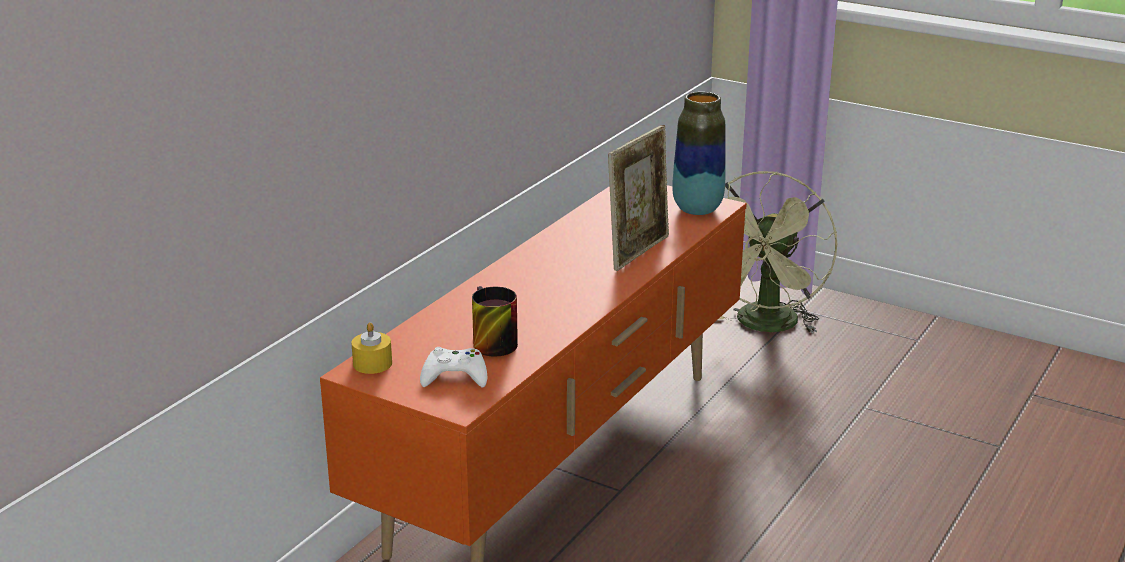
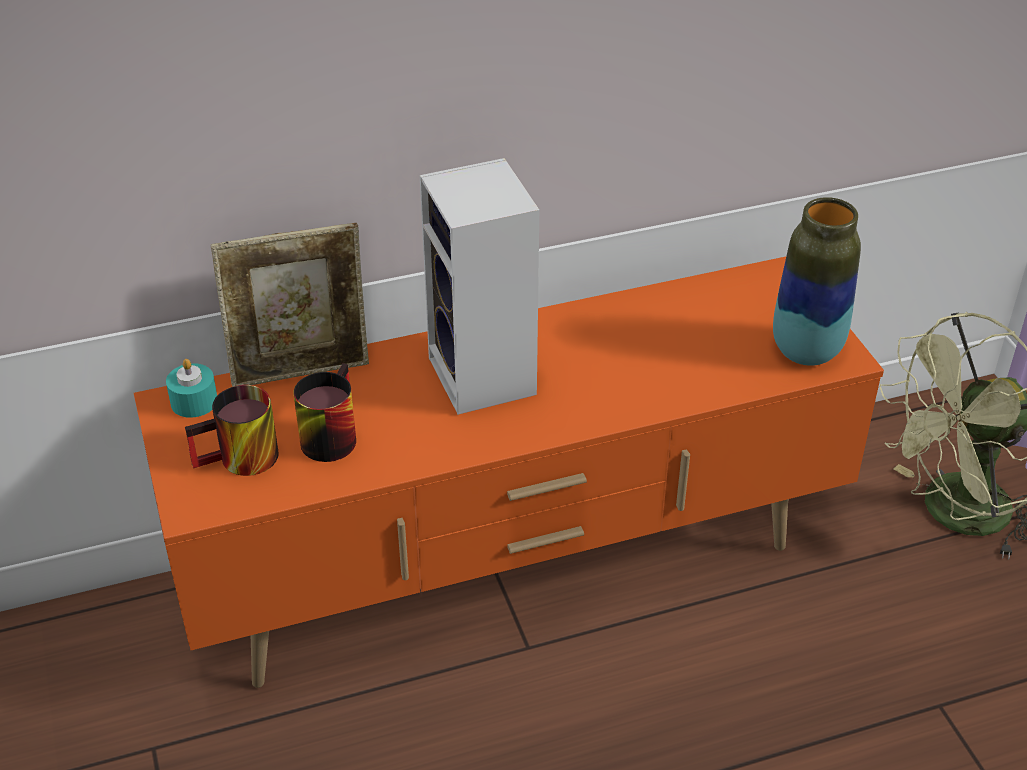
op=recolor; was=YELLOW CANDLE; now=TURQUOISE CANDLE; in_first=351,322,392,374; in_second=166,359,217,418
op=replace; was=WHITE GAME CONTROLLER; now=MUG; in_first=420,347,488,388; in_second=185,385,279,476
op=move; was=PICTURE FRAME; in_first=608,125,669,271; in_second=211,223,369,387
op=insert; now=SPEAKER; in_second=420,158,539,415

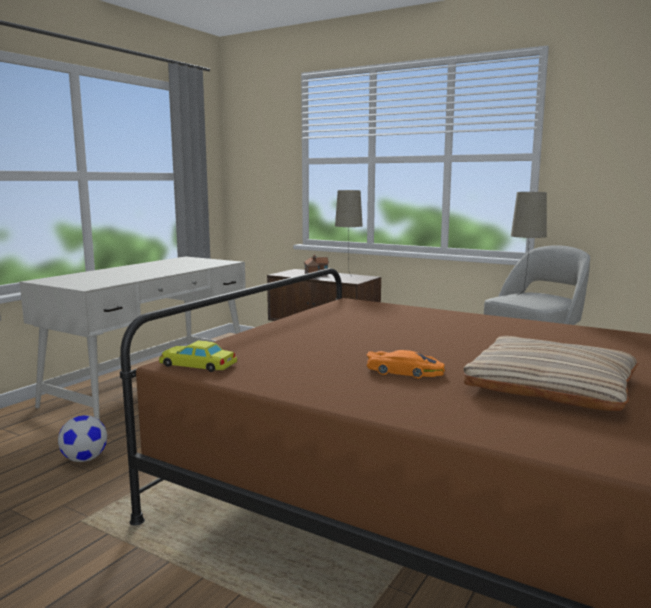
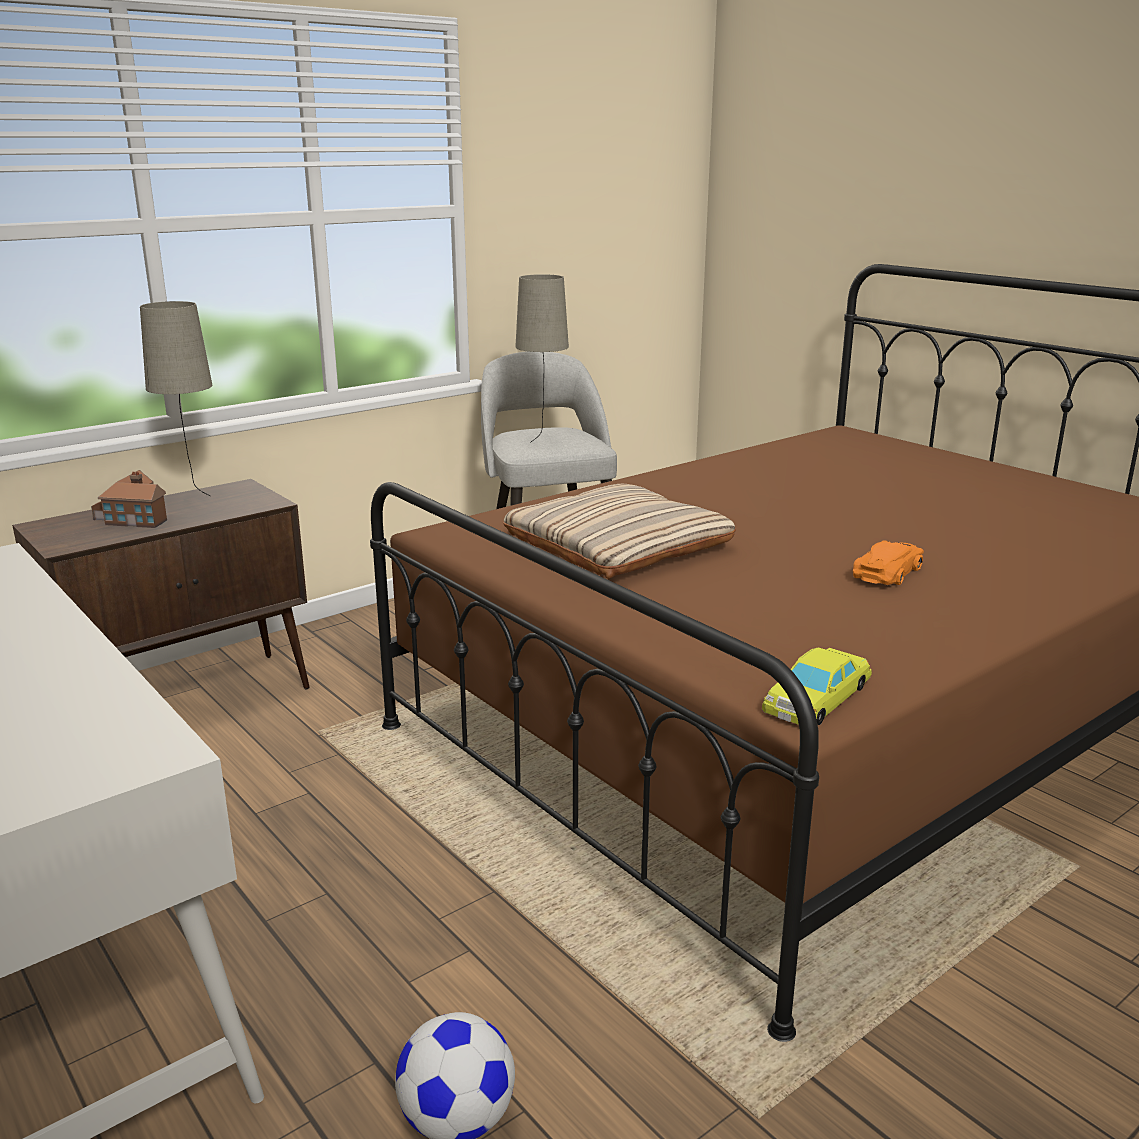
op=move; was=BEIGE PILLOW; in_first=464,336,638,411; in_second=503,484,736,579

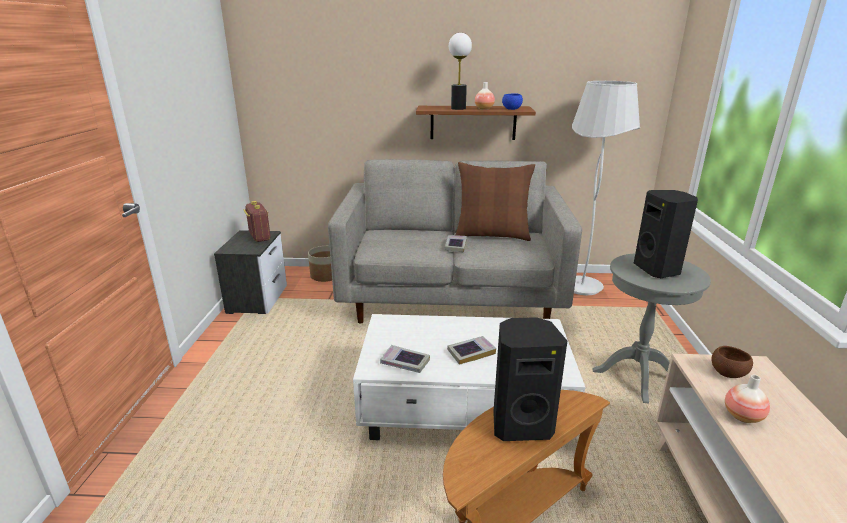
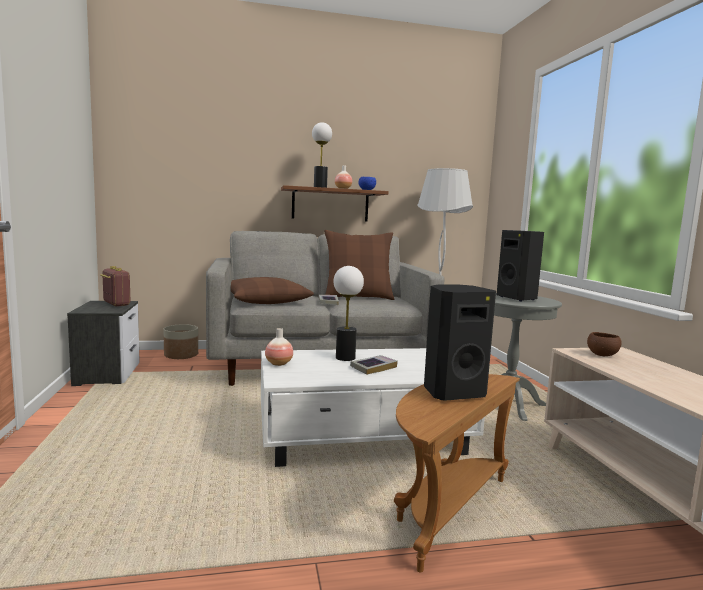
op=delete; was=BOOK; in_first=380,345,430,373
op=move; was=VASE; in_first=725,375,770,423; in_second=265,328,293,366
op=insert; now=BROWN PILLOW; in_second=231,277,314,304
op=insert; now=TABLE LAMP; in_second=334,266,364,361

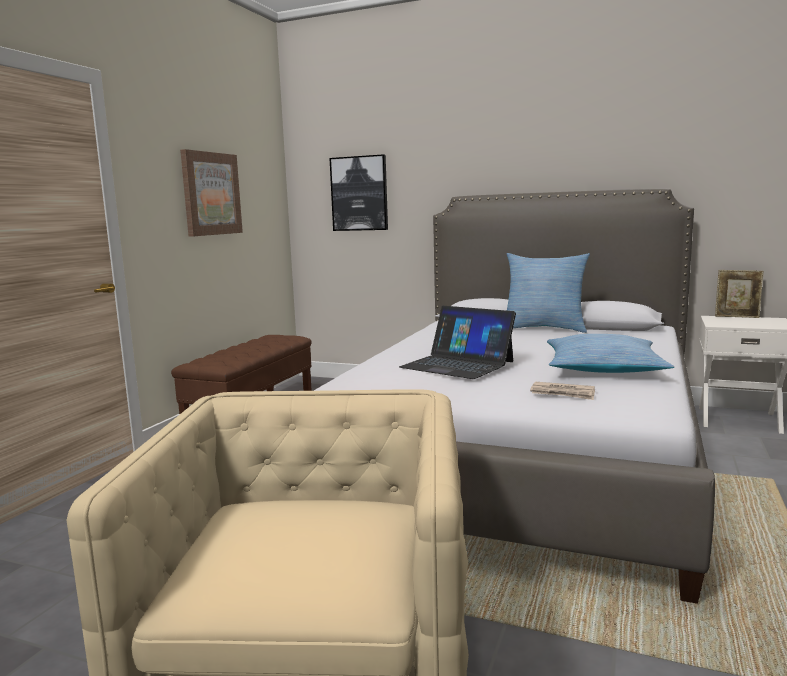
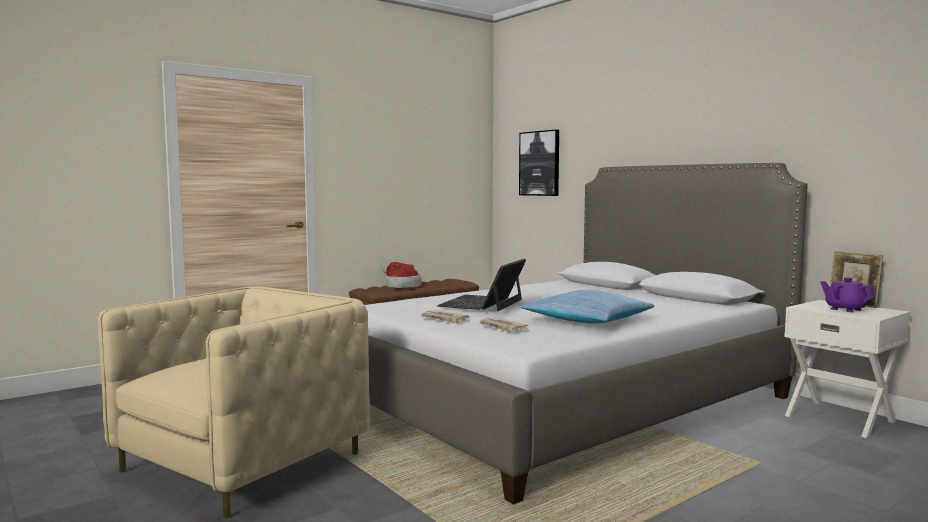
op=delete; was=PICTURE; in_first=180,149,243,237
op=rotate; was=LAPTOP; in_first=399,306,516,379; in_second=437,259,526,311; clockwise=45
op=delete; was=PILLOW; in_first=507,253,590,333
op=insert; now=HAT; in_second=383,262,422,288
op=insert; now=NEWSPAPER; in_second=421,310,469,324
op=insert; now=PURPLE TEAPOT; in_second=820,278,875,312

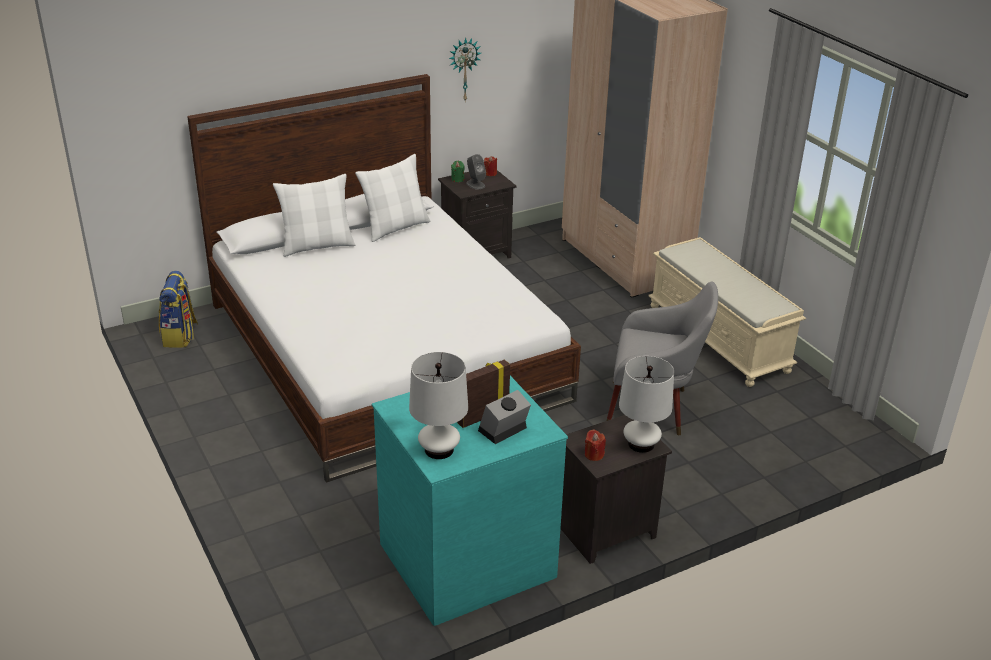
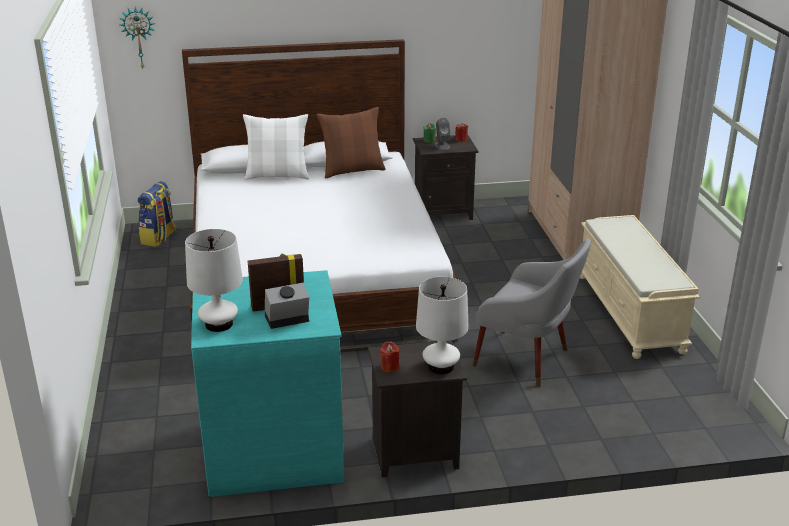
op=recolor; was=WHITE PILLOW; now=BROWN PILLOW; in_first=355,154,431,242; in_second=317,107,386,178
op=move; was=WALL CLOCK; in_first=449,37,481,101; in_second=119,7,155,69

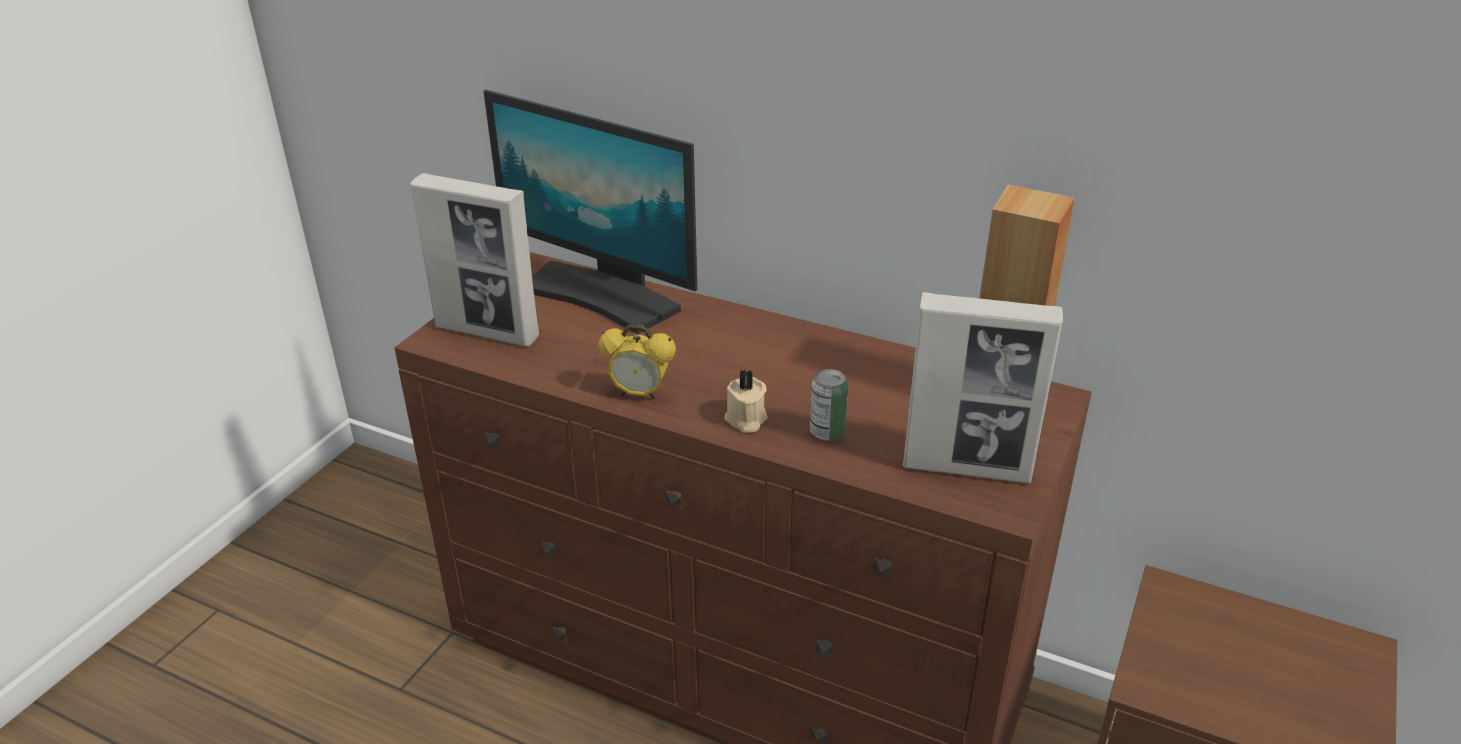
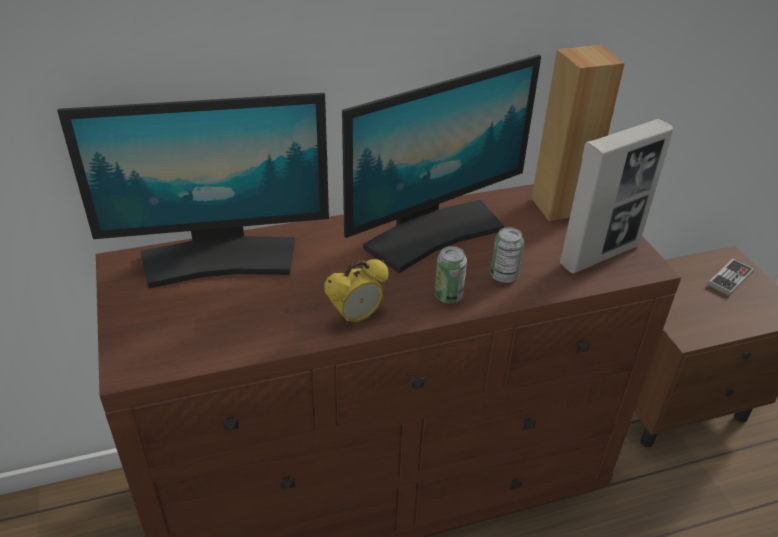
op=delete; was=PICTURE FRAME; in_first=410,173,539,347
op=replace; was=BEIGE CANDLE; now=CAN; in_first=724,370,768,433; in_second=434,246,467,303
op=insert; now=MONITOR; in_second=342,55,541,273
op=insert; now=GAME CONTROLLER; in_second=708,259,754,296

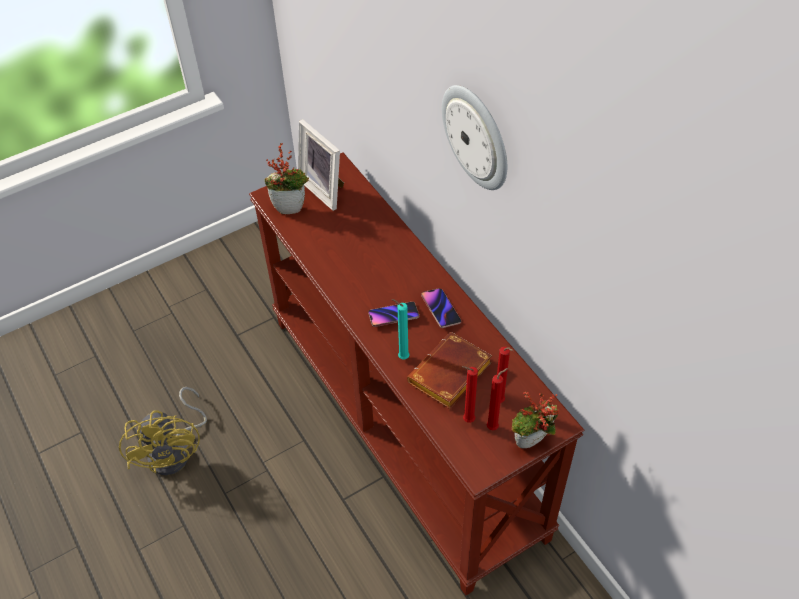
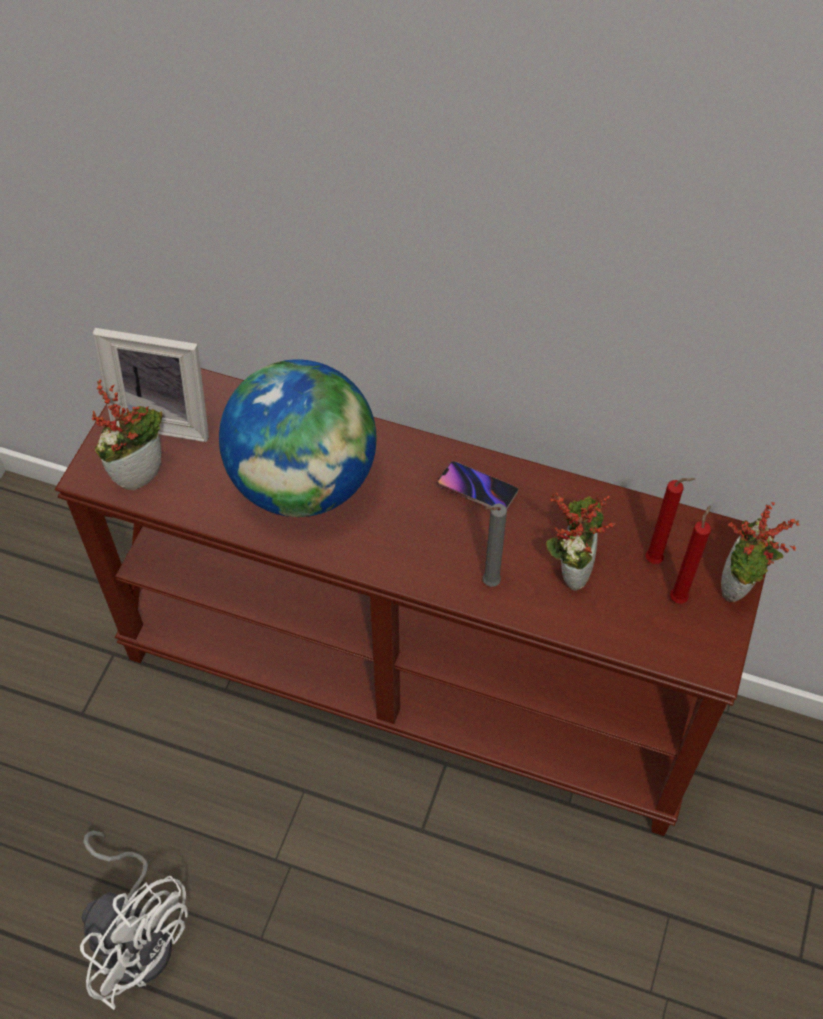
op=recolor; was=YELLOW FAN; now=WHITE FAN; in_first=119,387,207,476; in_second=80,830,188,1010
op=delete; was=PHONE; in_first=368,302,419,327
op=recolor; was=TURQUOISE CANDLE; now=GREY CANDLE; in_first=392,299,410,359; in_second=483,504,507,587
op=replace; was=BROWN BOOK; now=POTTED PLANT; in_first=407,332,492,409; in_second=546,493,615,591
op=delete; was=WALL CLOCK; in_first=442,85,507,190
op=delete; was=RED CANDLE; in_first=462,366,478,423
op=insert; now=GLOBE; in_second=219,359,377,517

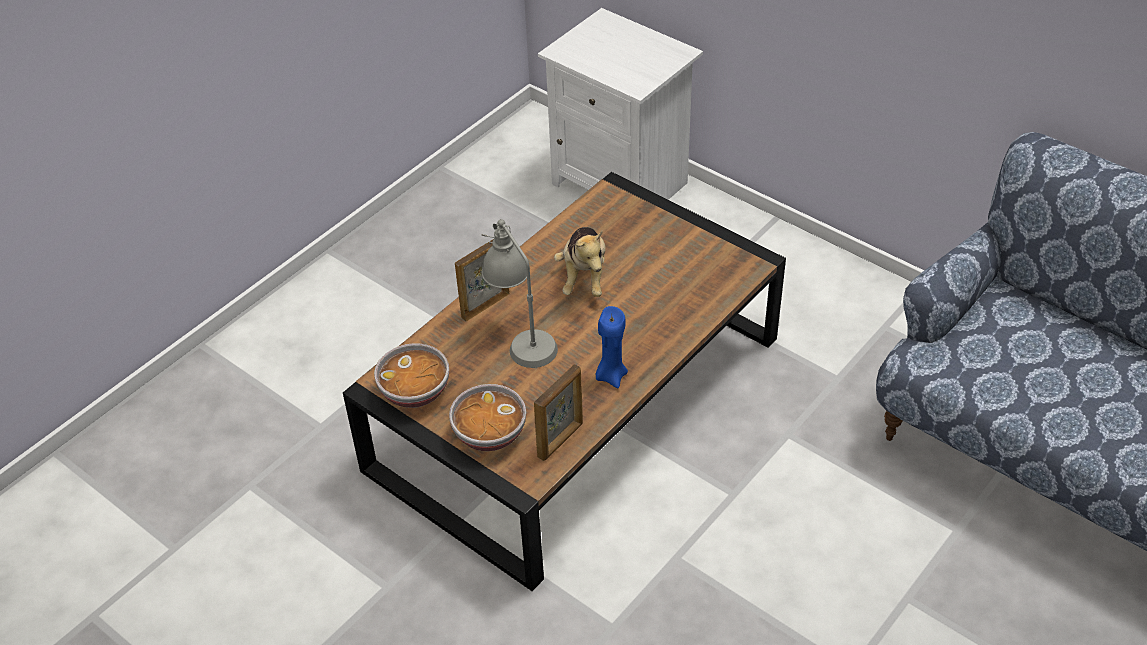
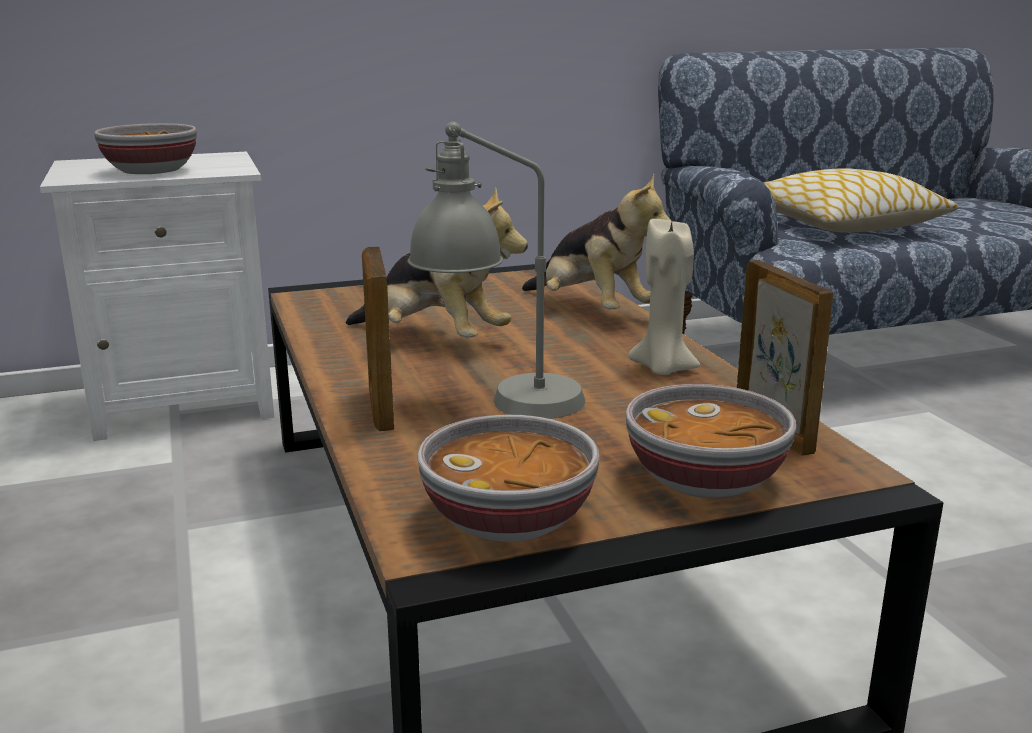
op=recolor; was=BLUE CANDLE; now=BEIGE CANDLE; in_first=595,306,628,388; in_second=628,219,701,375
op=insert; now=BOWL; in_second=94,123,197,174
op=insert; now=PLUSH TOY; in_second=522,173,672,309
op=insert; now=PILLOW; in_second=764,168,959,233

